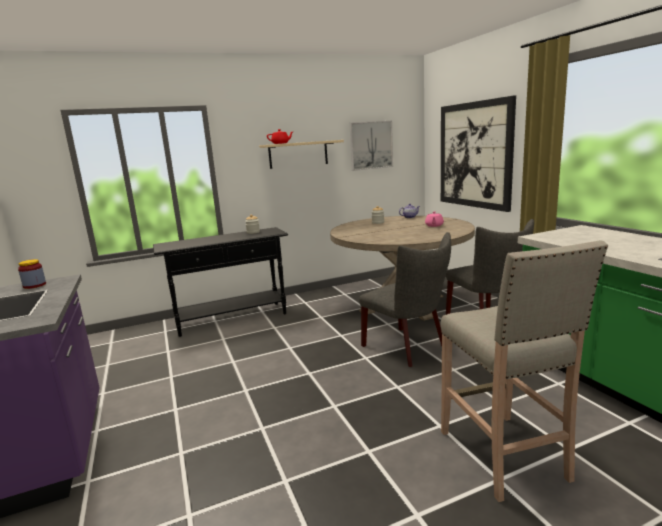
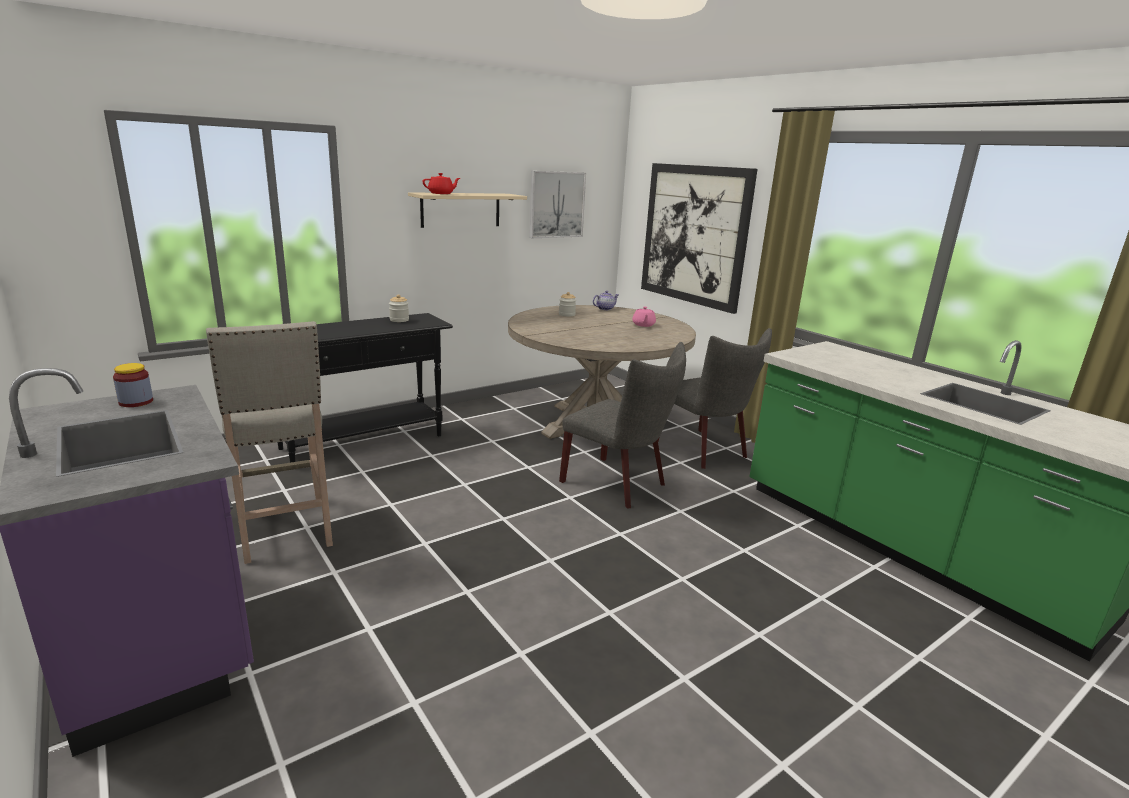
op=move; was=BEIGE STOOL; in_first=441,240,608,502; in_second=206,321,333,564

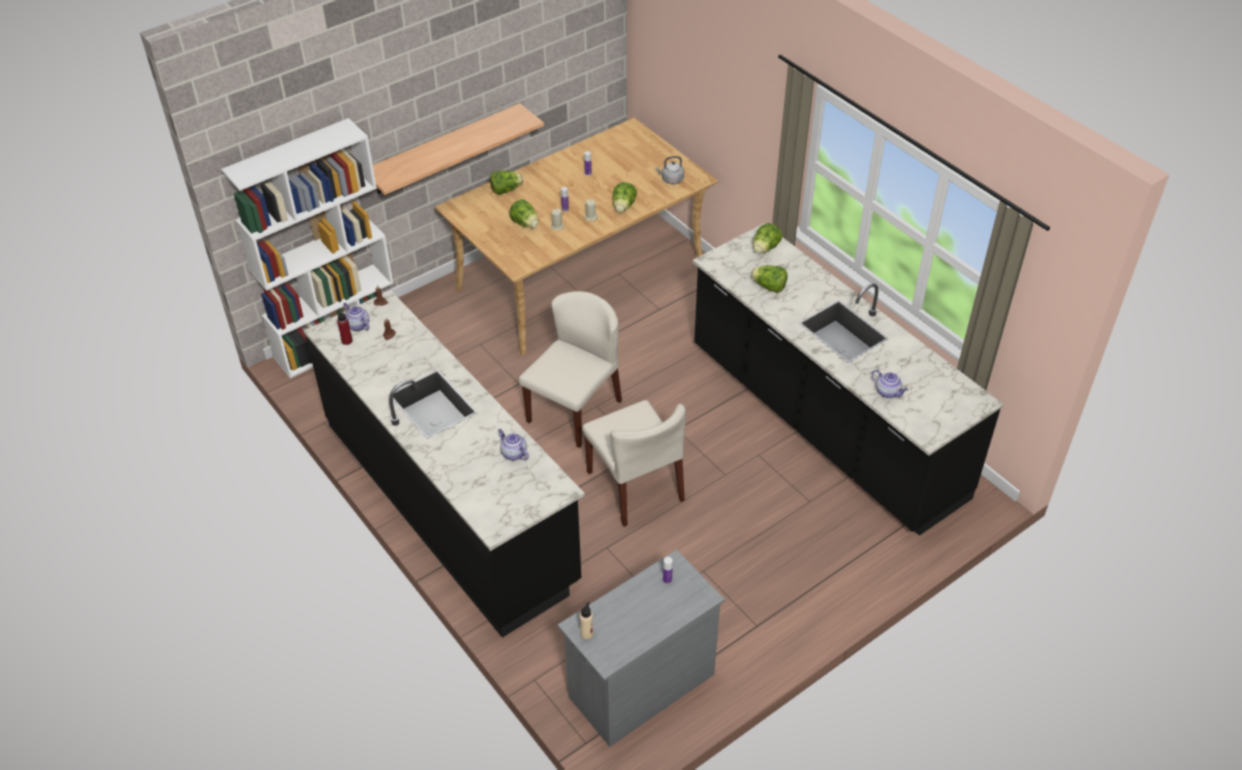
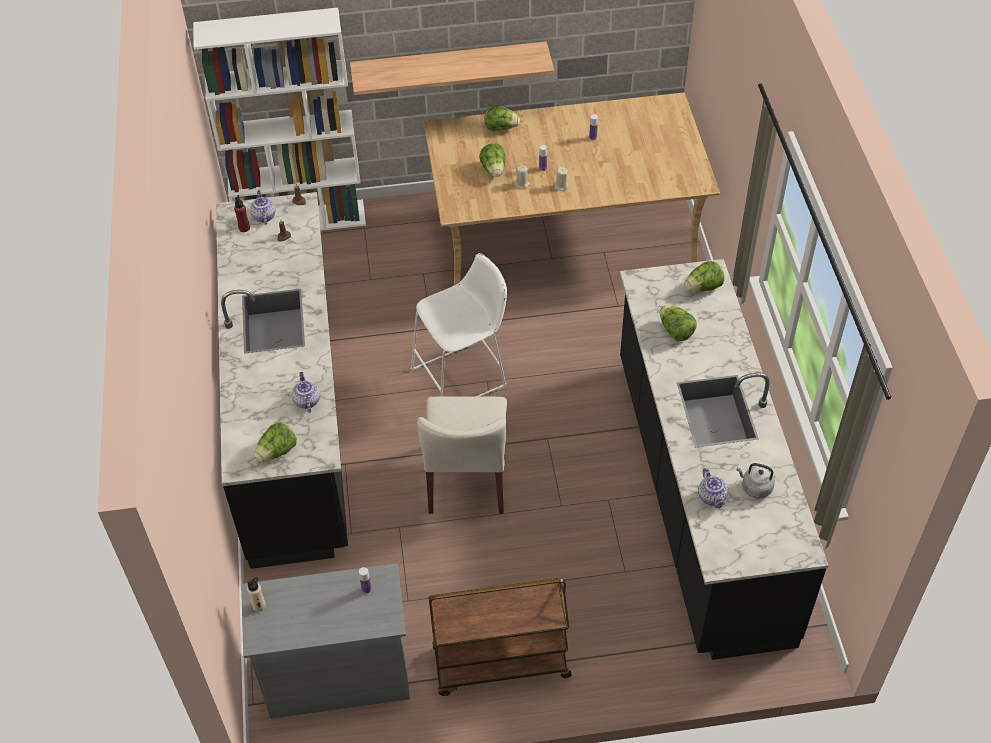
op=replace; was=BEIGE CHAIR; now=WHITE STOOL; in_first=519,291,622,448; in_second=410,253,507,397
op=move; was=LETTUCE; in_first=612,182,637,212; in_second=255,423,297,462
op=move; was=GREY KETTLE; in_first=655,156,684,184; in_second=736,463,775,499
op=insert; now=BROWN CART; in_second=428,578,572,696

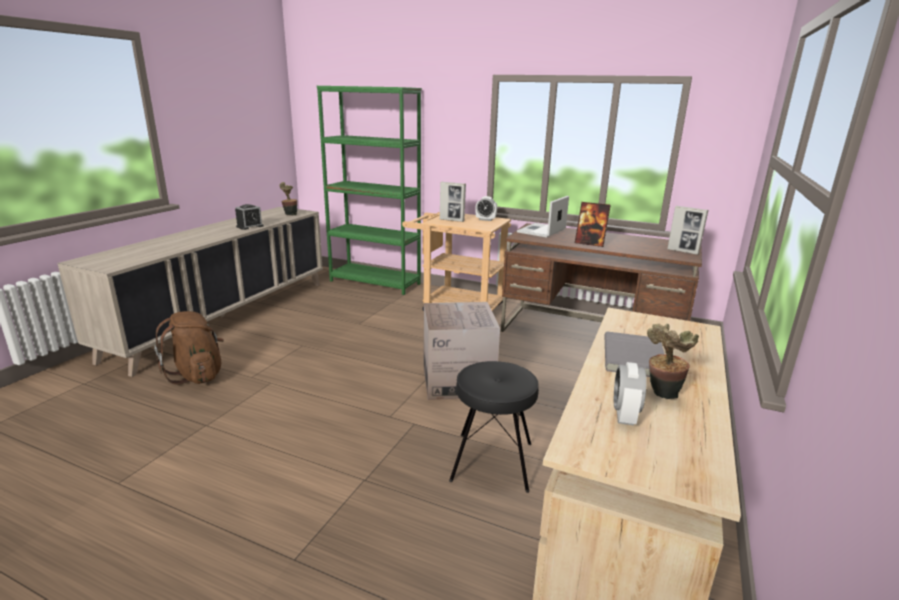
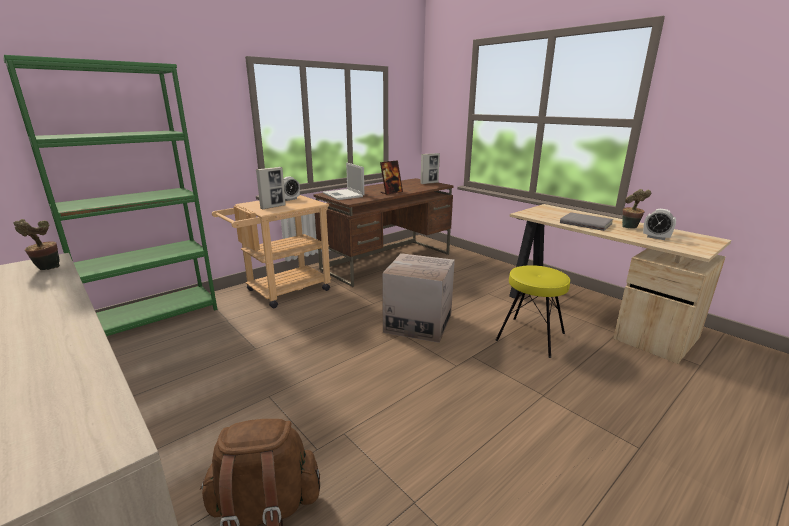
op=delete; was=ALARM CLOCK; in_first=235,204,264,230
op=recolor; was=BLACK STOOL; now=YELLOW STOOL; in_first=449,361,539,493; in_second=496,265,570,358

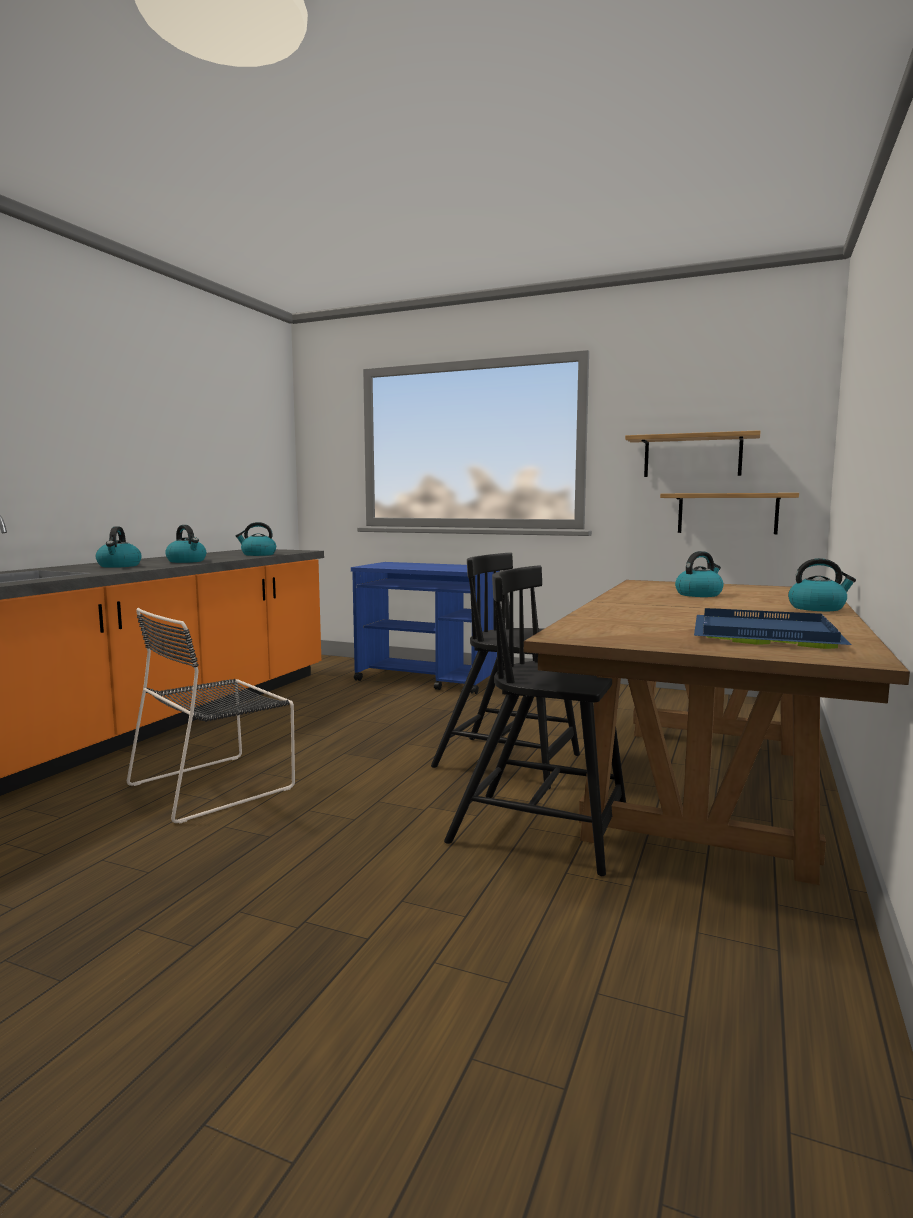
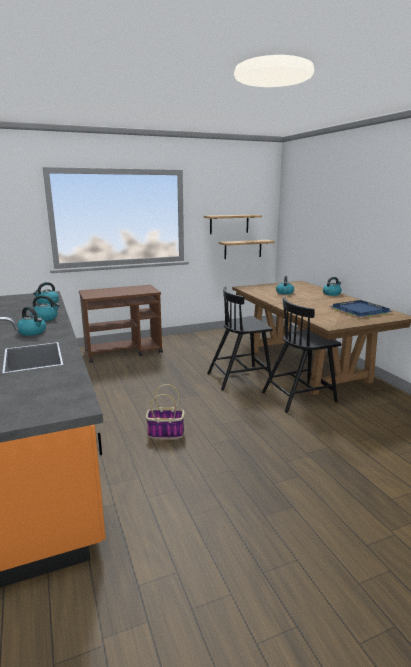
op=replace; was=BLACK CHAIR; now=BASKET; in_first=127,608,295,824; in_second=146,384,185,438
op=recolor; was=BLUE CART; now=BROWN CART; in_first=351,562,499,694; in_second=79,285,163,363

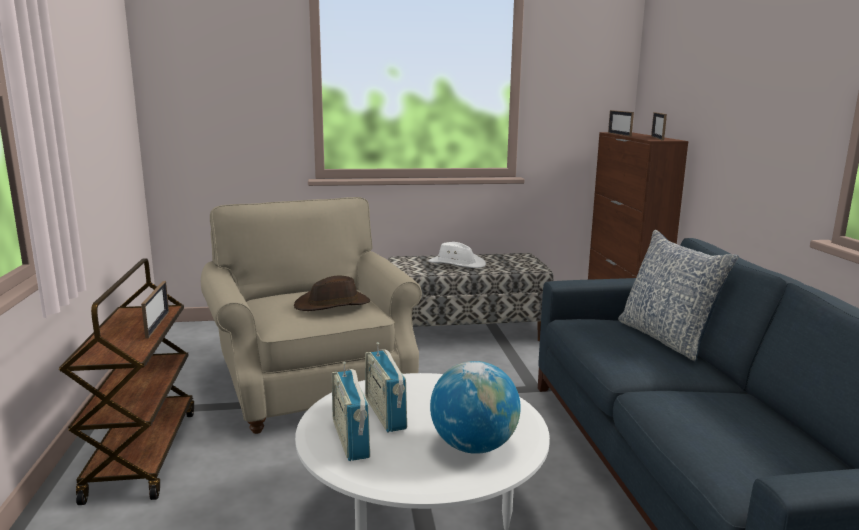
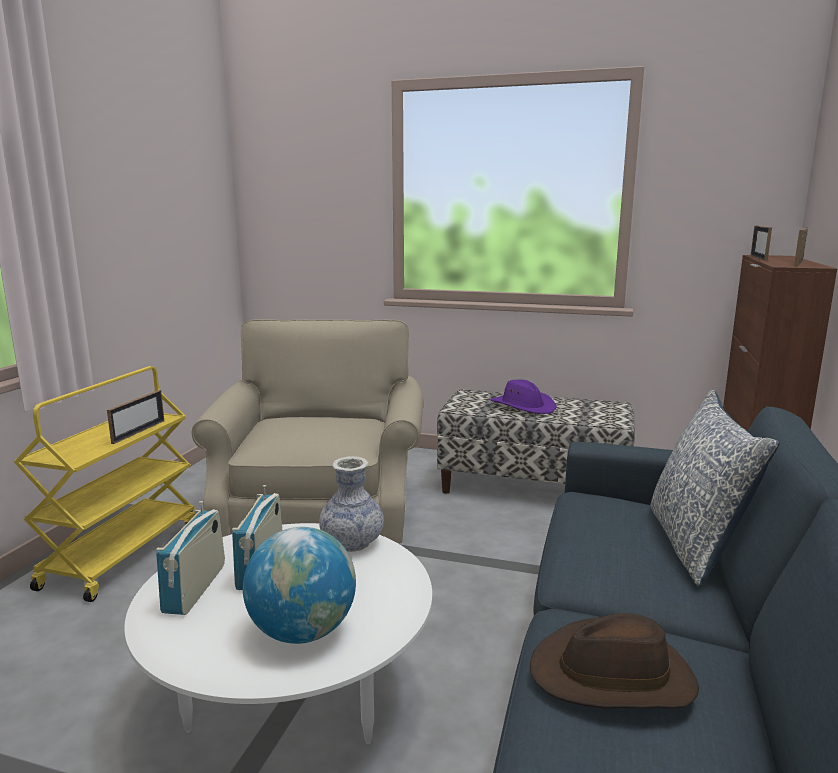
op=recolor; was=BROWN CART; now=YELLOW CART; in_first=59,258,194,505; in_second=14,366,195,602
op=move; was=BROWN HAT; in_first=294,276,370,311; in_second=530,613,699,709
op=recolor; was=WHITE HAT; now=PURPLE HAT; in_first=428,242,486,268; in_second=490,380,556,414
op=insert; now=VASE; in_second=319,456,384,552

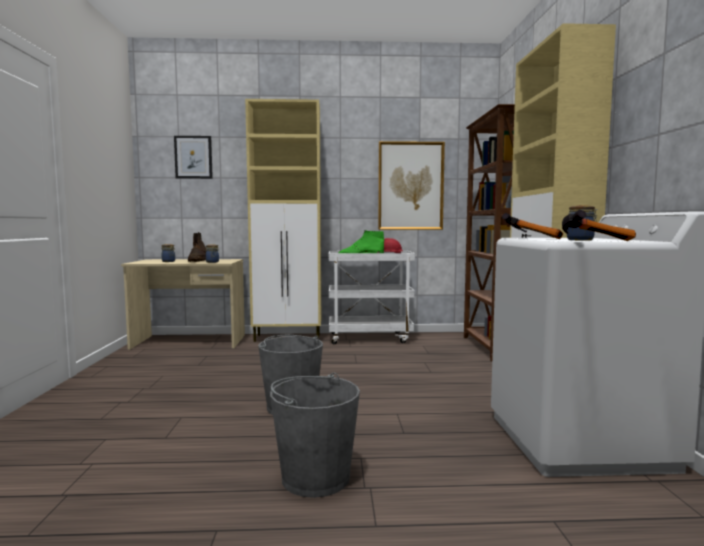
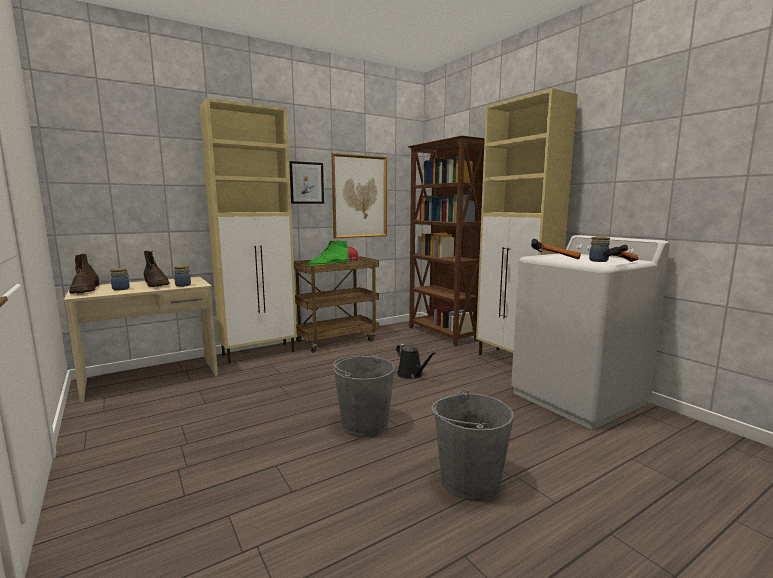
op=move; was=PICTURE; in_first=174,136,213,179; in_second=289,161,324,204
op=recolor; was=WHITE CART; now=BROWN CART; in_first=329,251,415,344; in_second=294,256,379,353
op=insert; now=BROWN BOOT; in_second=69,254,99,294
op=insert; now=BLACK WATERING CAN; in_second=396,344,436,379

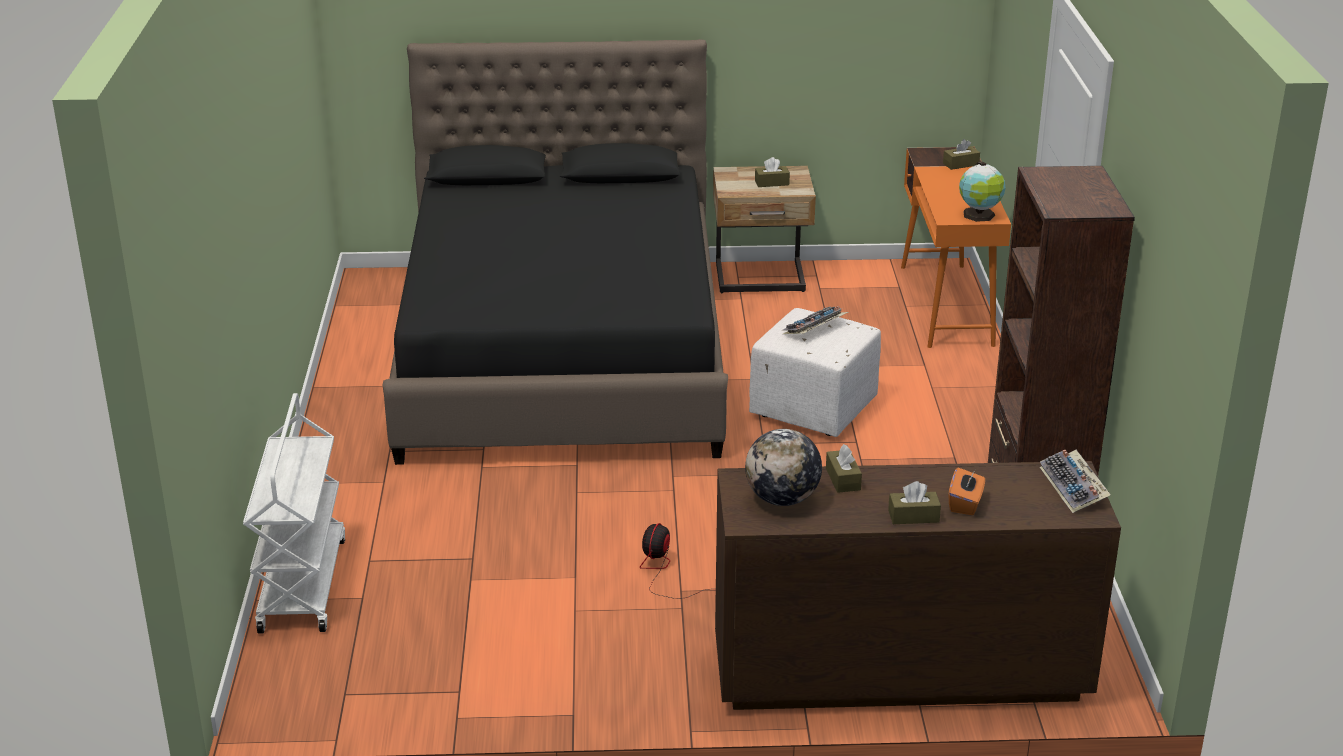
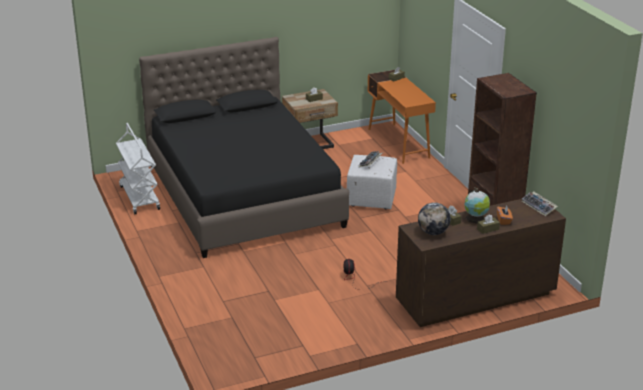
op=move; was=WHITE CART; in_first=243,393,345,634; in_second=116,123,160,214
op=move; was=GLOBE; in_first=959,162,1005,222; in_second=464,190,490,224

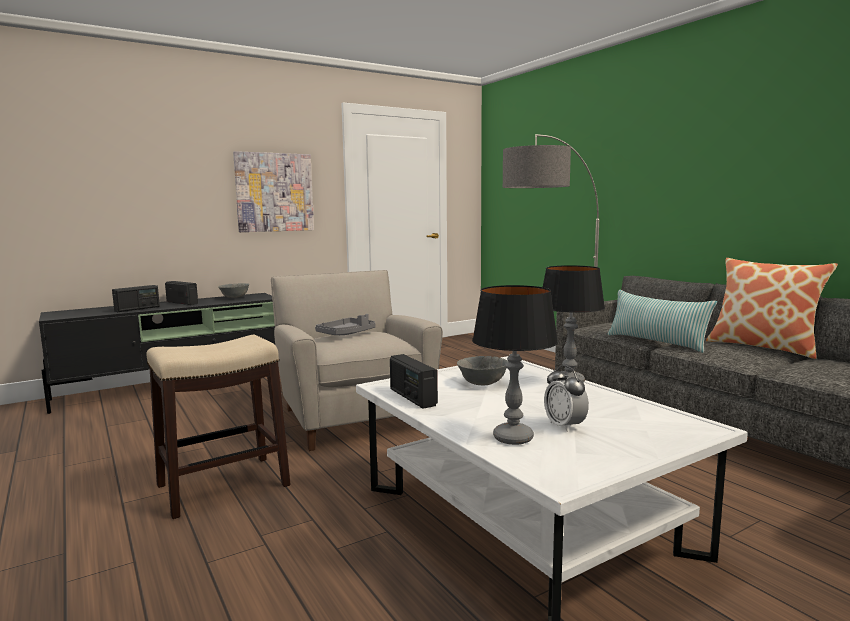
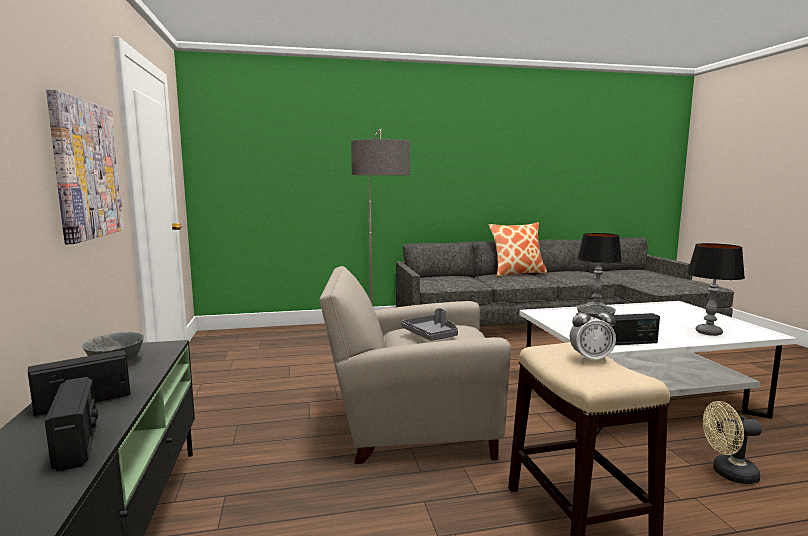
op=move; was=ALARM CLOCK; in_first=544,365,589,432; in_second=570,304,616,362
op=delete; was=PILLOW; in_first=608,290,717,353
op=insert; now=BEIGE FAN; in_second=703,401,762,484

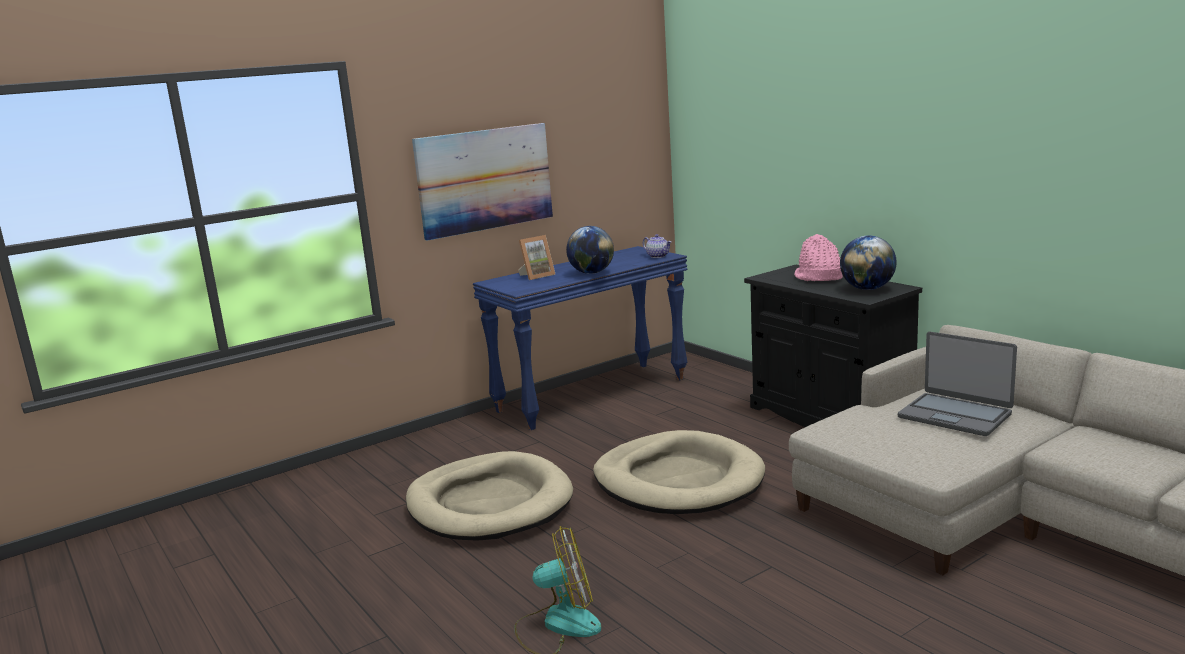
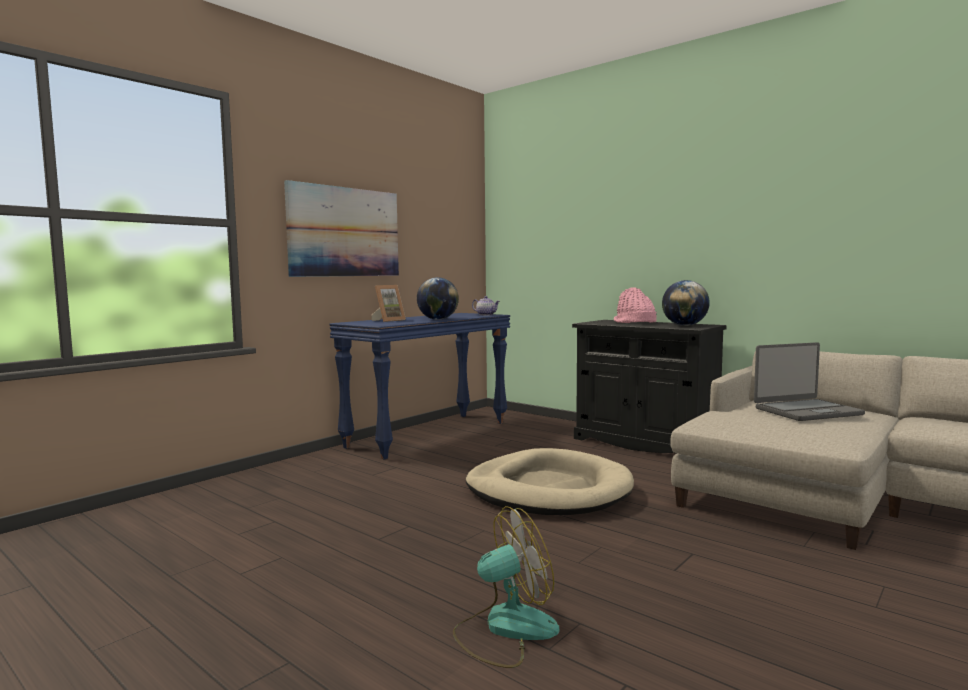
op=delete; was=BEIGE DOG BED; in_first=406,451,573,541
op=rotate; was=LAPTOP; in_first=898,332,1017,436; in_second=754,342,865,421; clockwise=-45

